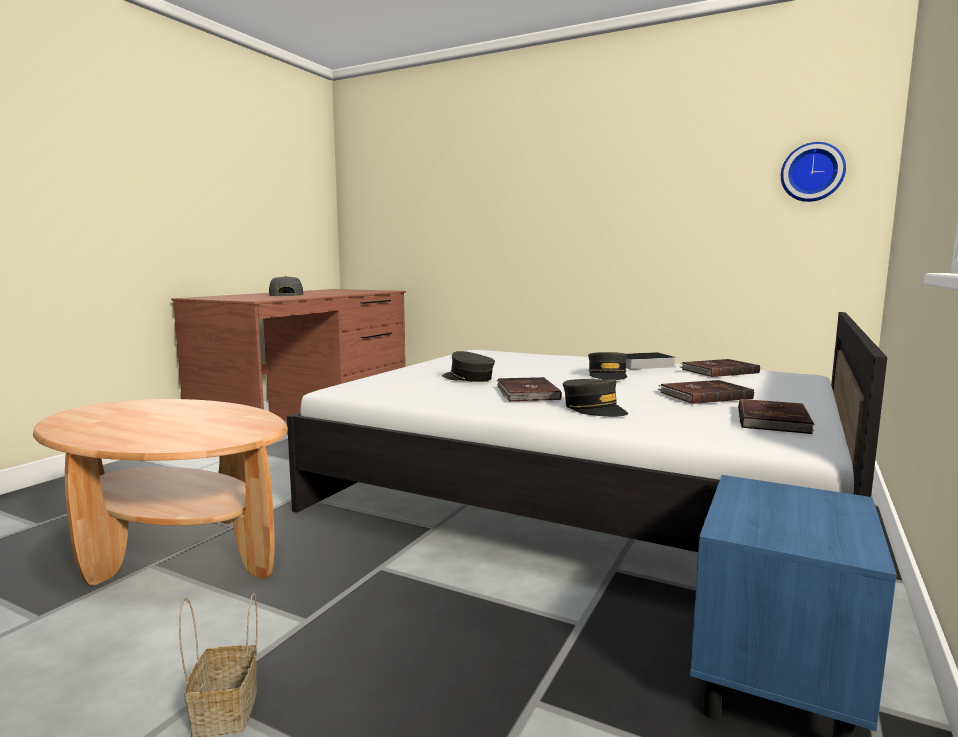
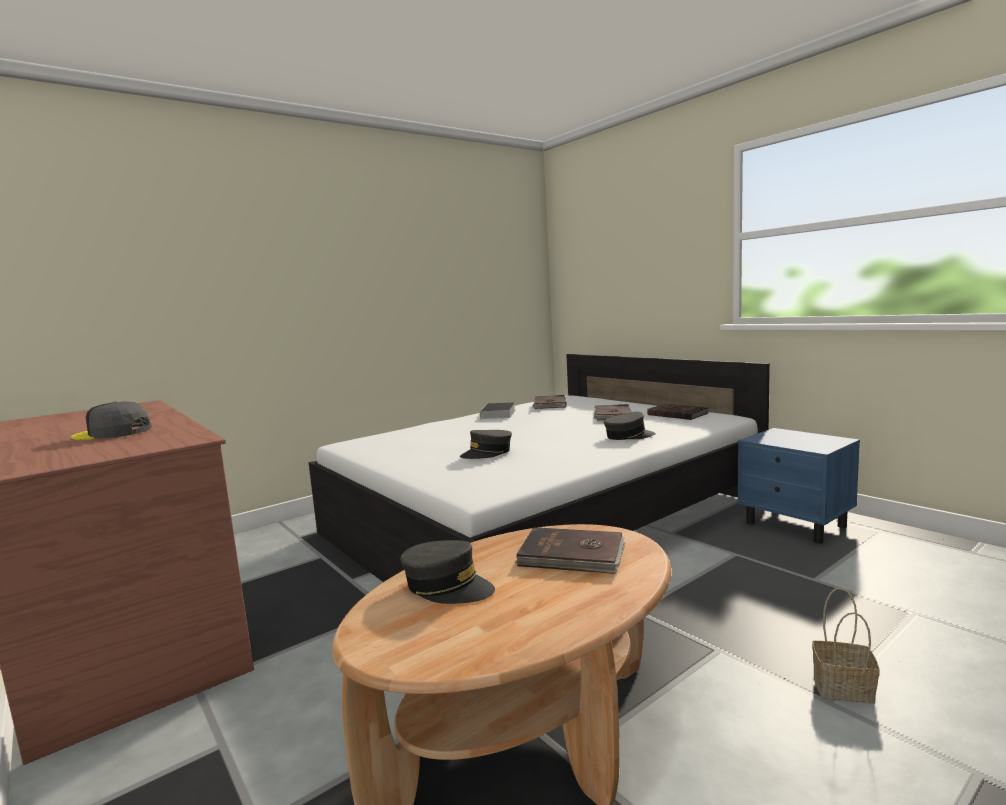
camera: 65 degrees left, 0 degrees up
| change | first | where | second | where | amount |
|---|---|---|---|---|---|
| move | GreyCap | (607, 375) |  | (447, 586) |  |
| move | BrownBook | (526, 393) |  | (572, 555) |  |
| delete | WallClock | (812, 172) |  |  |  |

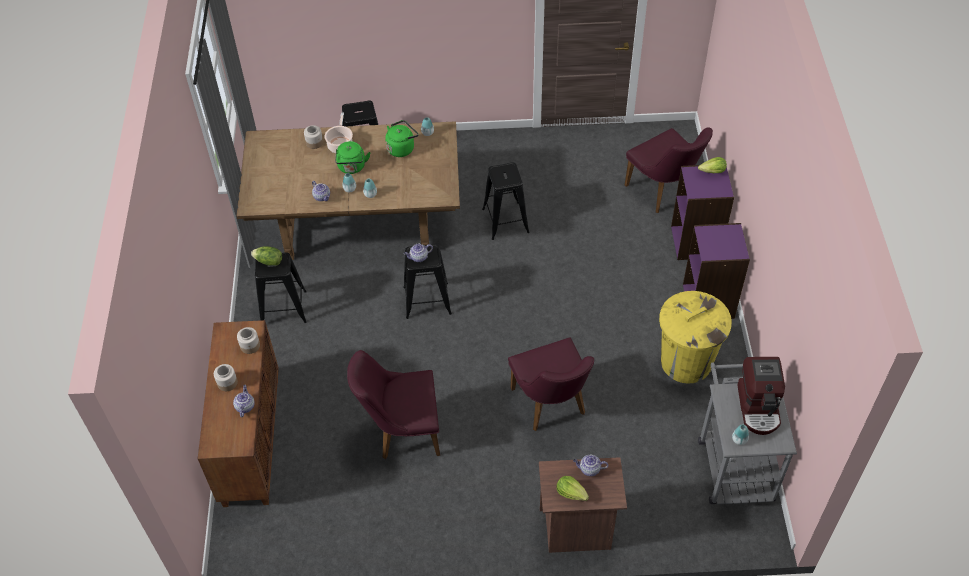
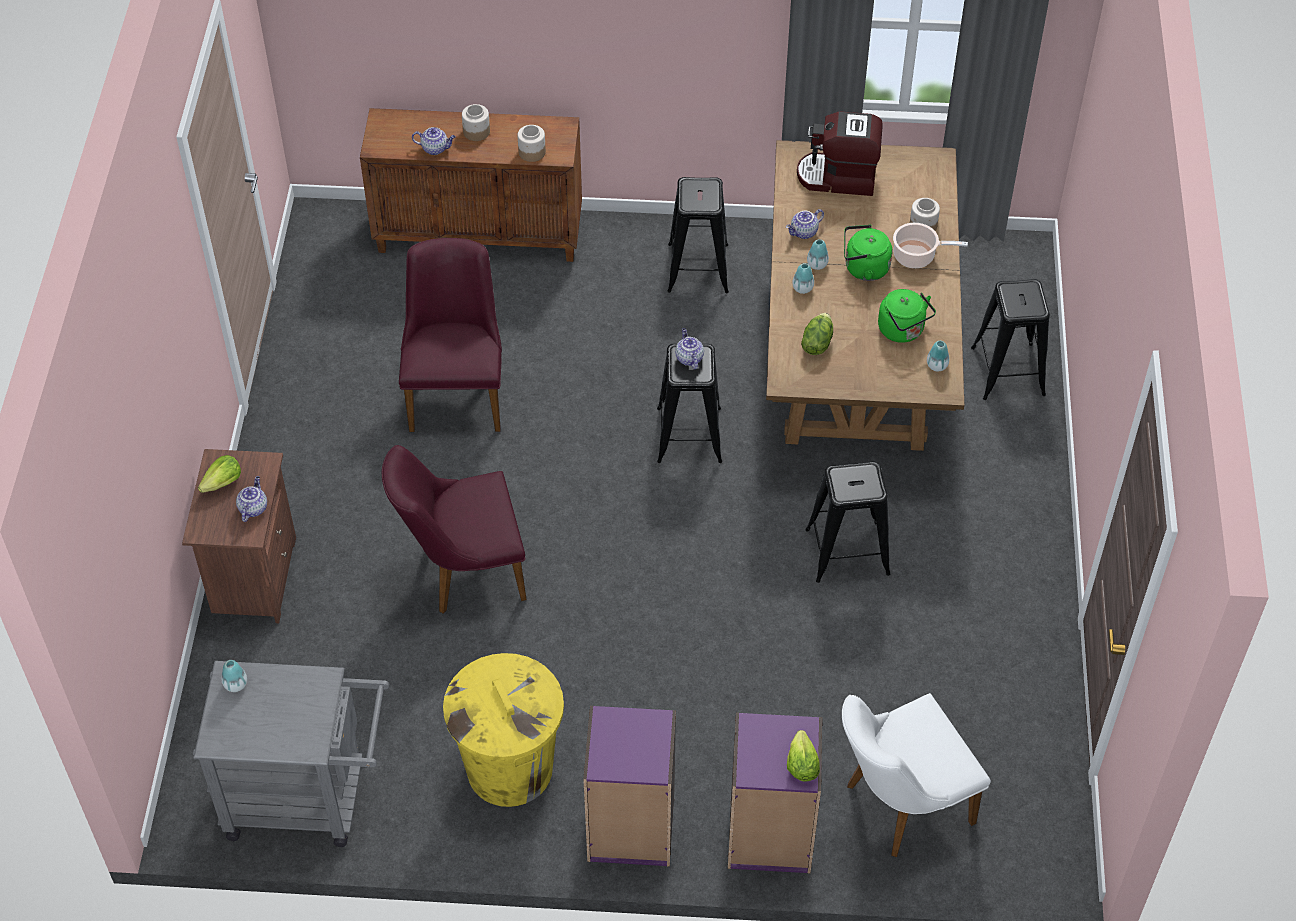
camera: 95 degrees right, 0 degrees up
| change | first | where | second | where | amount |
|---|---|---|---|---|---|
| move | CoffeeMachine | (759, 407) |  | (838, 178) |  |
| move | Lettuce | (269, 261) |  | (816, 343) |  |
| recolor | PurpleChair | (664, 192) | WhiteChair | (898, 806) |  |

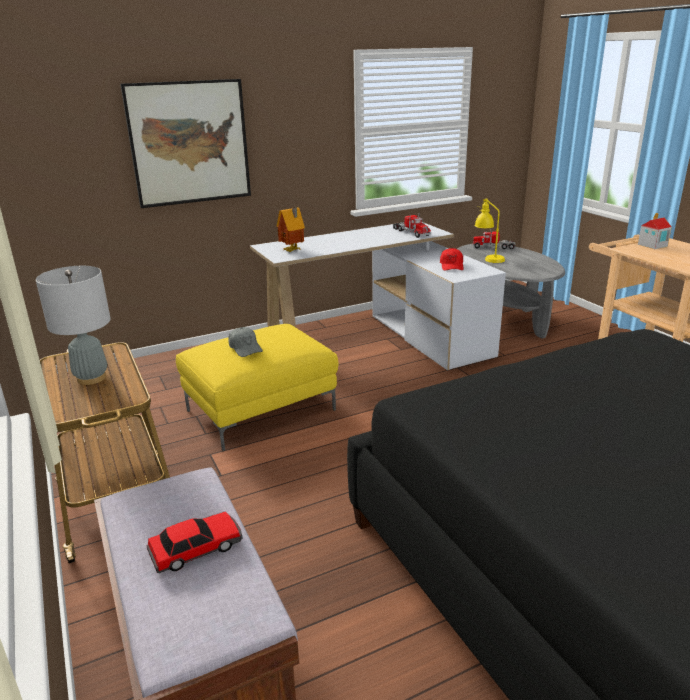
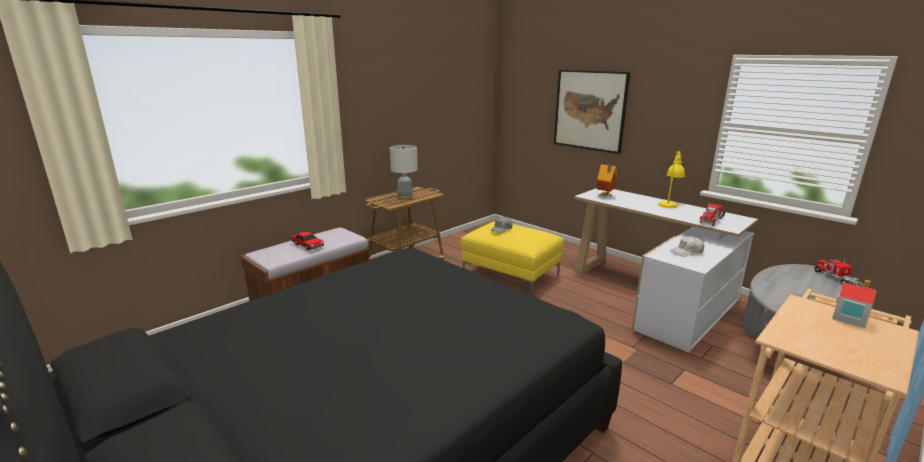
camera: 70 degrees right, 5 degrees down
| change | first | where | second | where | amount |
|---|---|---|---|---|---|
| move | YellowTableLamp | (488, 258) |  | (669, 203) |  |
| recolor | RedCap | (452, 266) | WhiteCap | (687, 252) |  |

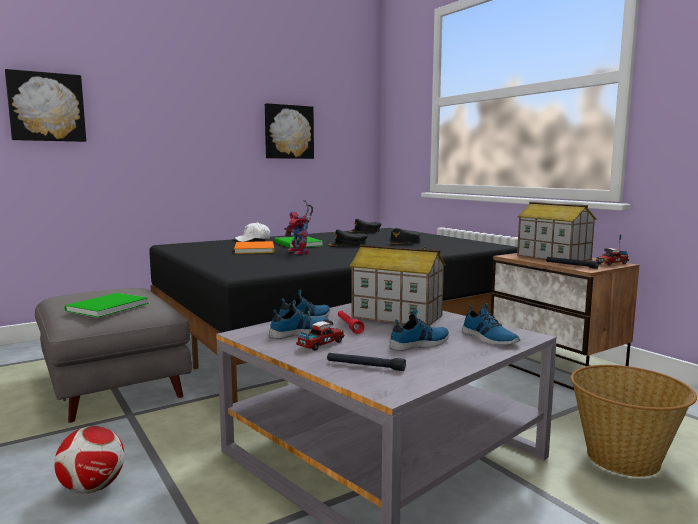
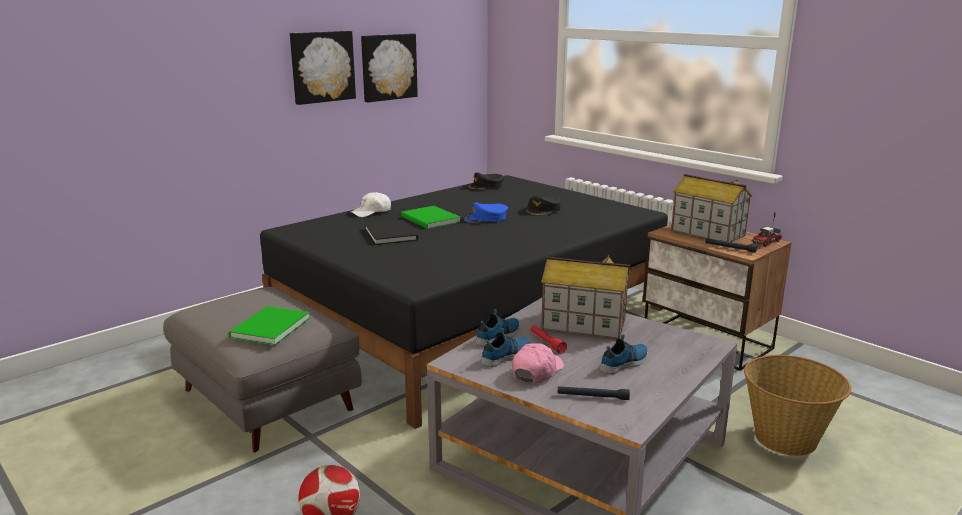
camera: 10 degrees left, 10 degrees up
| change | first | where | second | where | amount |
|---|---|---|---|---|---|
| move | Picture | (46, 107) |  | (322, 66) |  |
| recolor | OrangeBook | (256, 249) | BlackBook | (392, 233) |  |
| recolor | BlackCap | (347, 245) | BlueCap | (486, 218) |  |
| replace | ToyTruck | (321, 344) | PinkCap | (537, 371) |  |
| delete | ToyRobot | (301, 252) |  |  |  |
| delete | Shoe | (488, 338) |  |  |  |

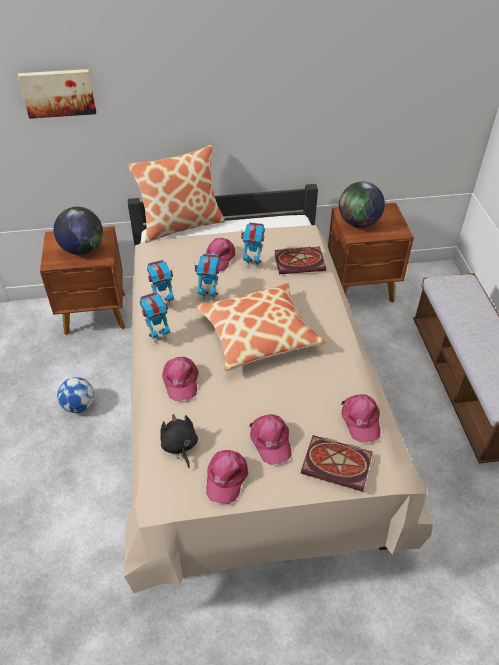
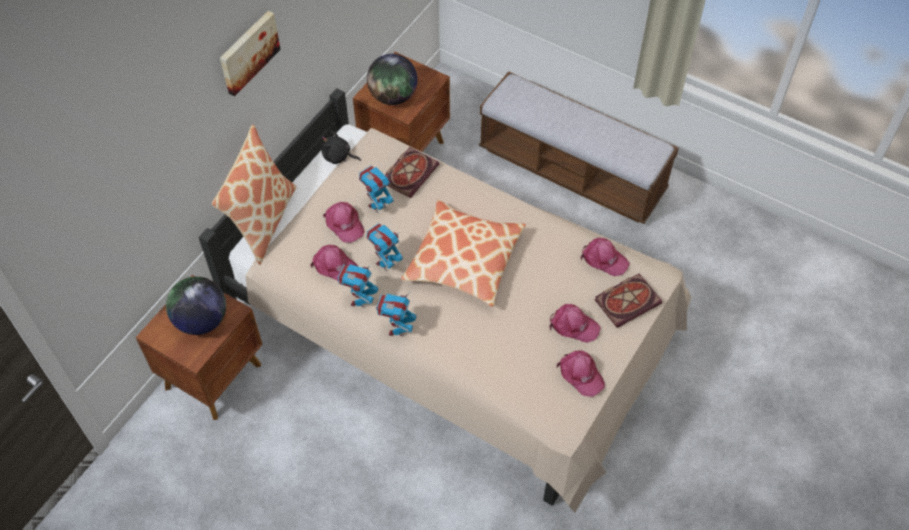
camera: 50 degrees left, 10 degrees up
| change | first | where | second | where | amount |
|---|---|---|---|---|---|
| move | Picture | (58, 92) |  | (248, 52) |  |
| move | PinkCap | (180, 381) |  | (334, 266) |  |
| move | BlackPlushToy | (179, 446) |  | (338, 157) |  |
| delete | Football | (79, 405) |  |  |  |

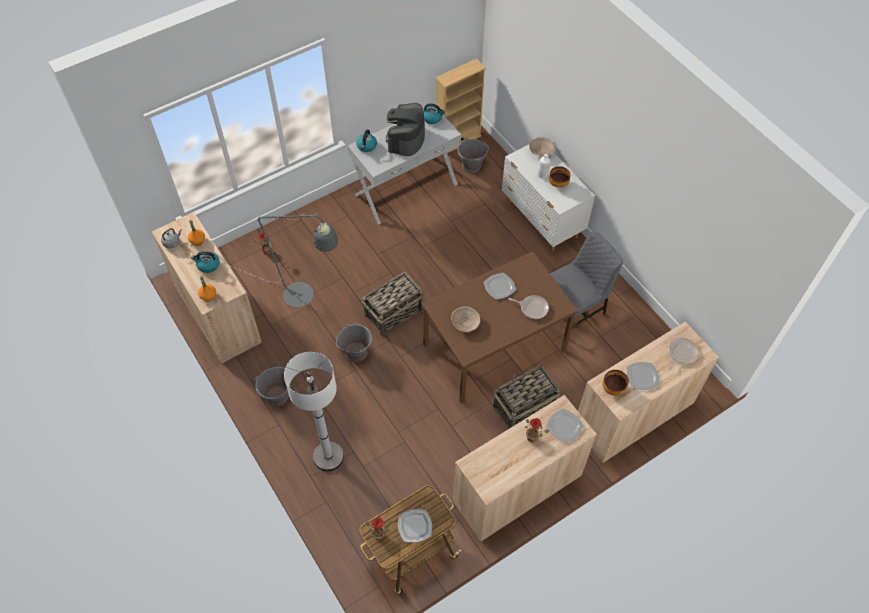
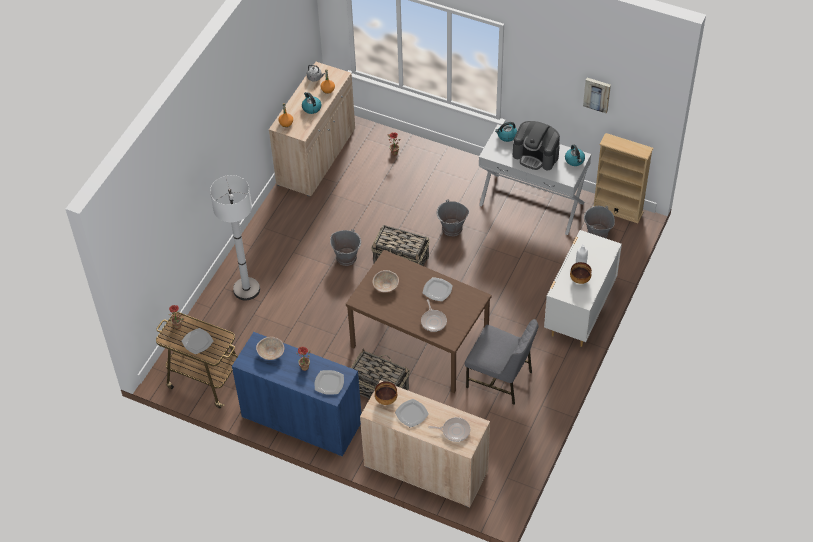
camera: 60 degrees right, 5 degrees down
| change | first | where | second | where | amount |
|---|---|---|---|---|---|
| recolor | BeigeCabinet | (517, 489) | BlueCabinet | (302, 419) |  |
| move | BeigeBowl | (541, 151) |  | (271, 352) |  |
| move | GreyBucket | (277, 396) |  | (452, 228) |  |
| rotate | CoffeeMachine | (405, 139) |  | (536, 155) | 135 degrees counterclockwise |
| insert |  |  | Picture | (597, 94) |  |
| delete | GreyFloorLamp | (305, 297) |  |  |  |

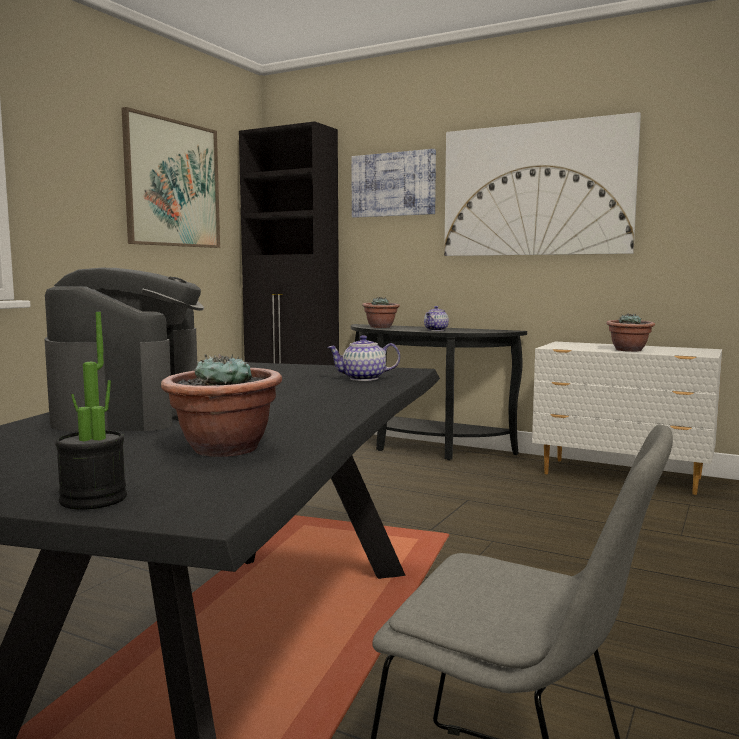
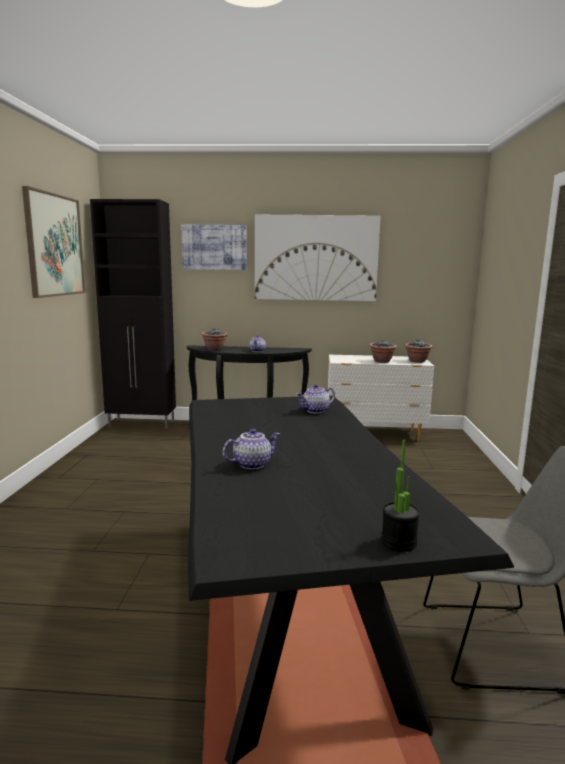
camera: 25 degrees left, 5 degrees up
| change | first | where | second | where | amount |
|---|---|---|---|---|---|
| replace | CoffeeMachine | (133, 412) | Teapot | (252, 464) |  |
| move | PottedPlant | (224, 449) |  | (417, 361) |  |

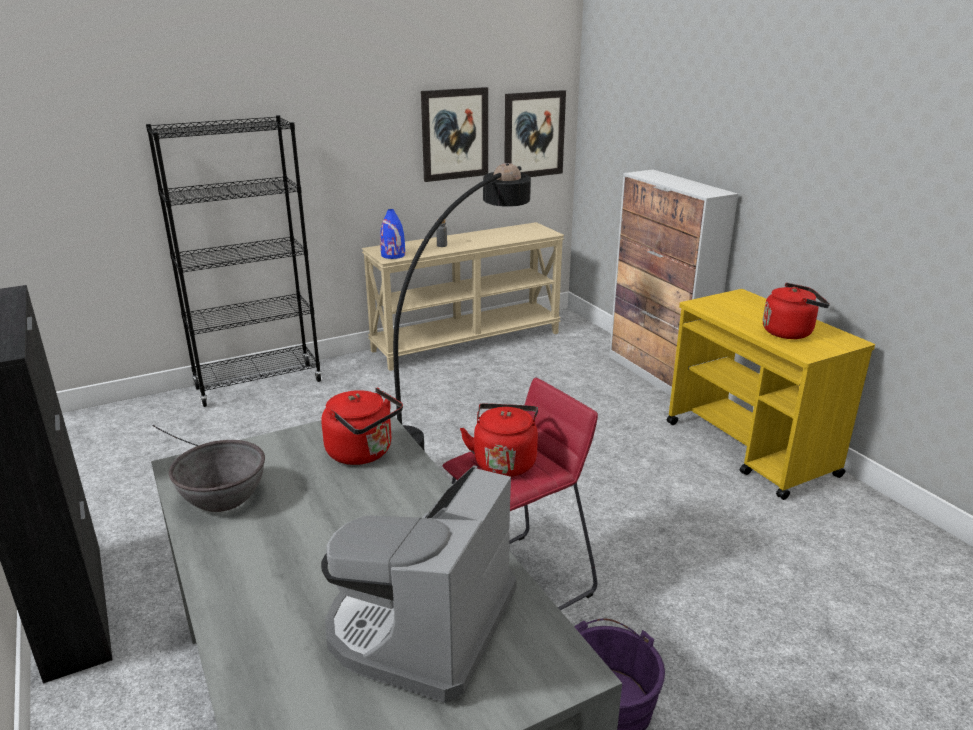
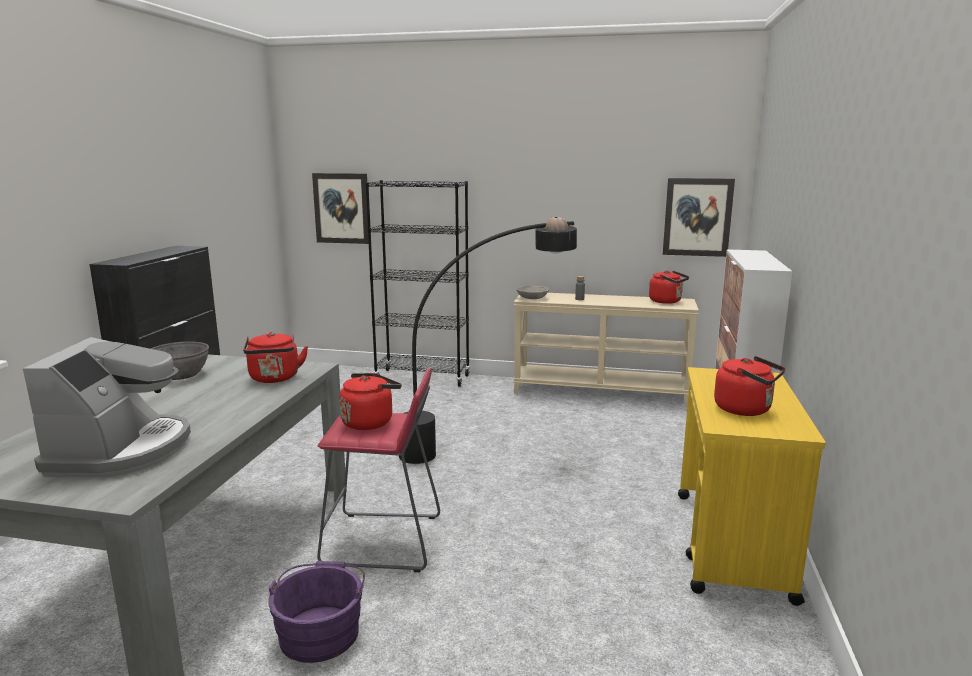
camera: 40 degrees right, 10 degrees down
| change | first | where | second | where | amount |
|---|---|---|---|---|---|
| rotate | CoffeeMachine | (421, 626) |  | (122, 451) | 120 degrees clockwise |
| move | Picture | (454, 134) |  | (342, 208) |  |
| replace | BlueVase | (393, 255) | GreyBowl | (532, 298) |  |
| insert |  |  | RedKettle | (667, 301) |  |

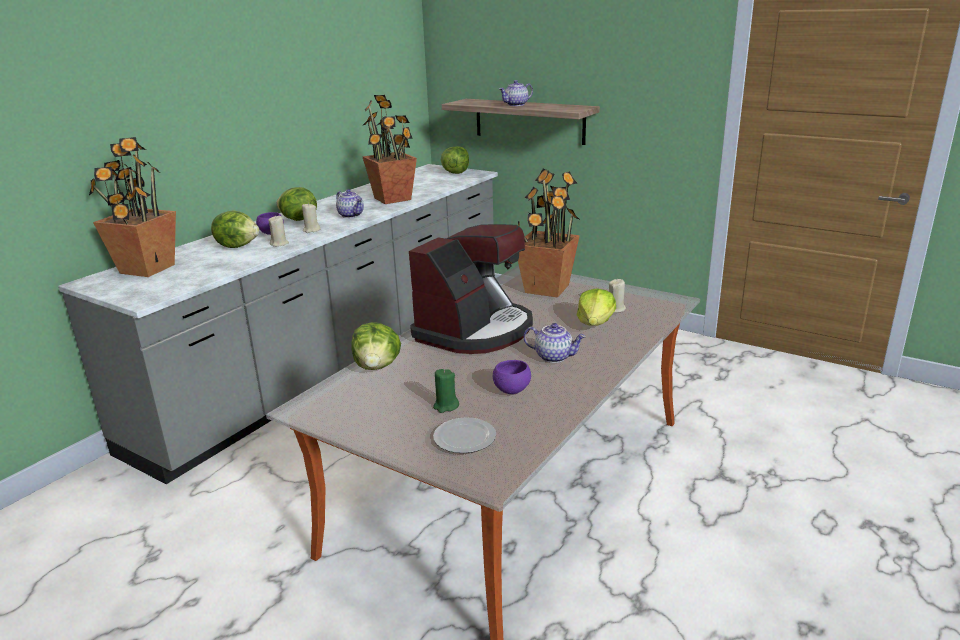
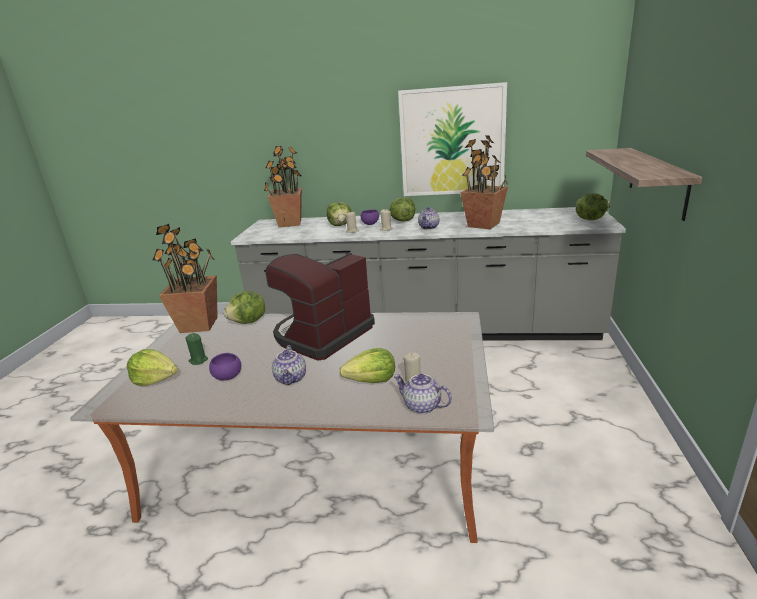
camera: 65 degrees right, 0 degrees up
| change | first | where | second | where | amount |
|---|---|---|---|---|---|
| replace | Plate | (463, 438) | Lettuce | (155, 379) |  |
| move | PottedPlant | (547, 288) |  | (199, 325) |  |
| rotate | CoffeeMachine | (475, 330) |  | (322, 335) | 120 degrees clockwise |
| move | Teapot | (516, 105) |  | (421, 406) |  |
| insert |  |  | Picture | (452, 142) |  |

